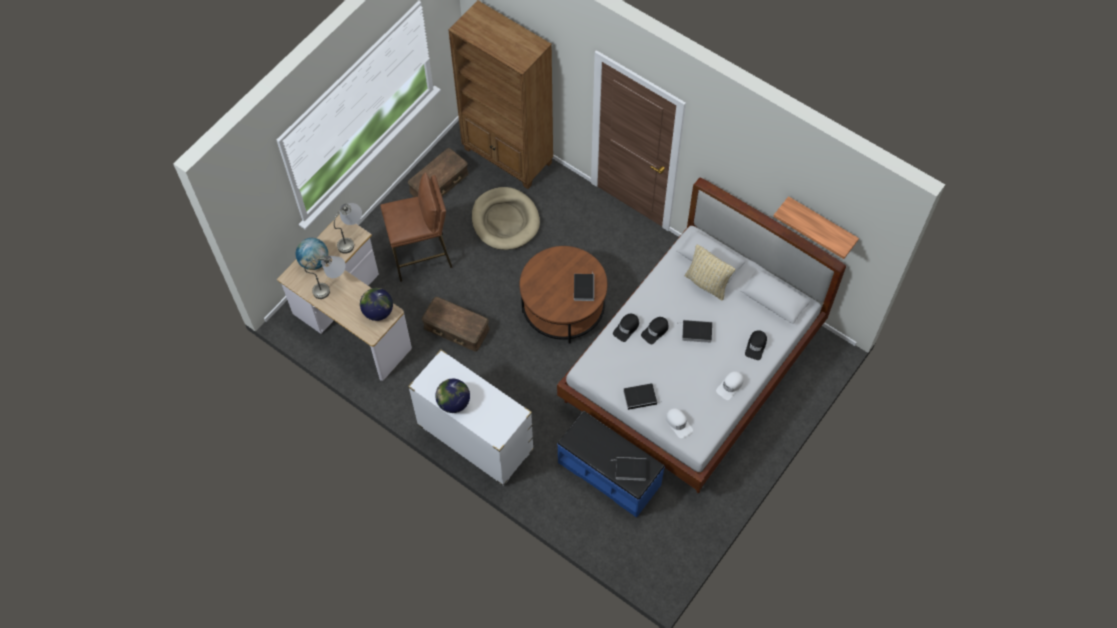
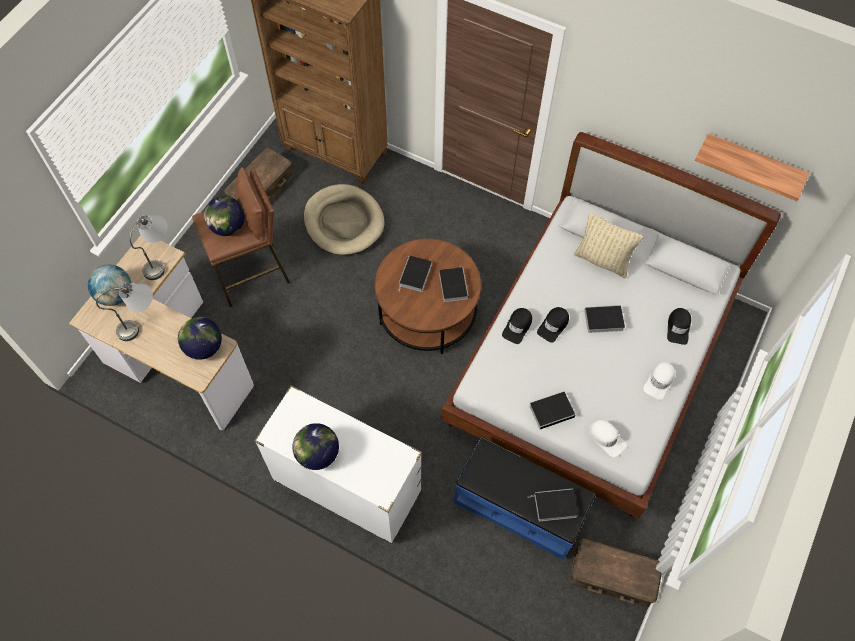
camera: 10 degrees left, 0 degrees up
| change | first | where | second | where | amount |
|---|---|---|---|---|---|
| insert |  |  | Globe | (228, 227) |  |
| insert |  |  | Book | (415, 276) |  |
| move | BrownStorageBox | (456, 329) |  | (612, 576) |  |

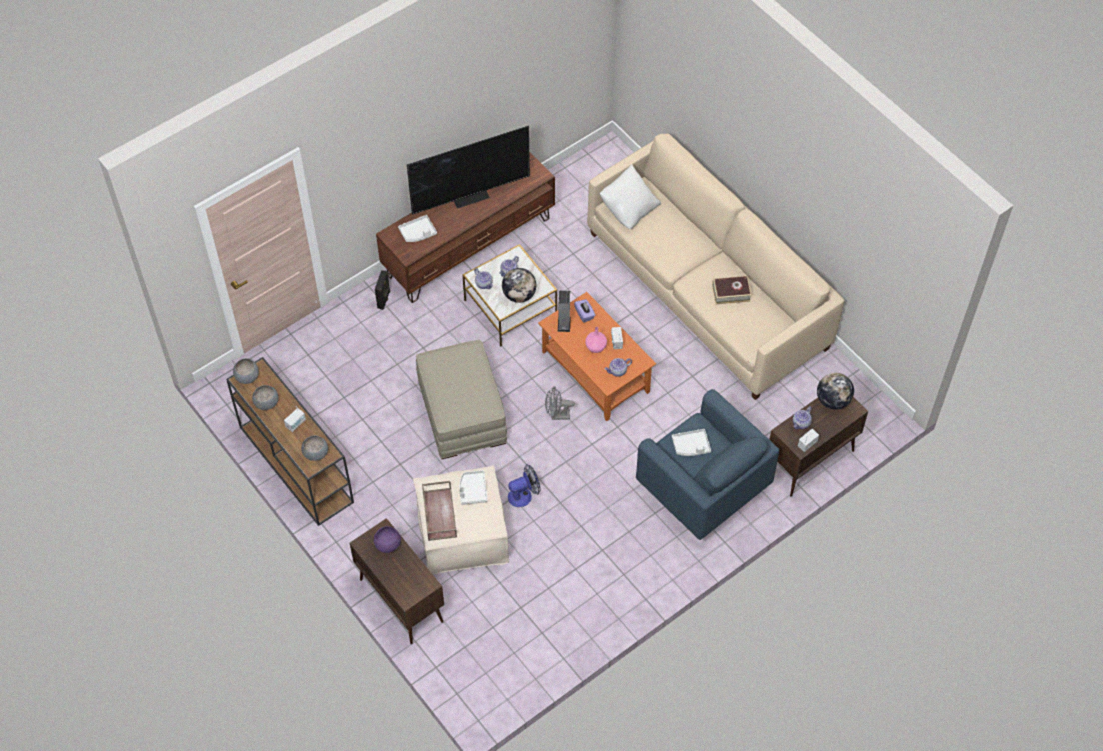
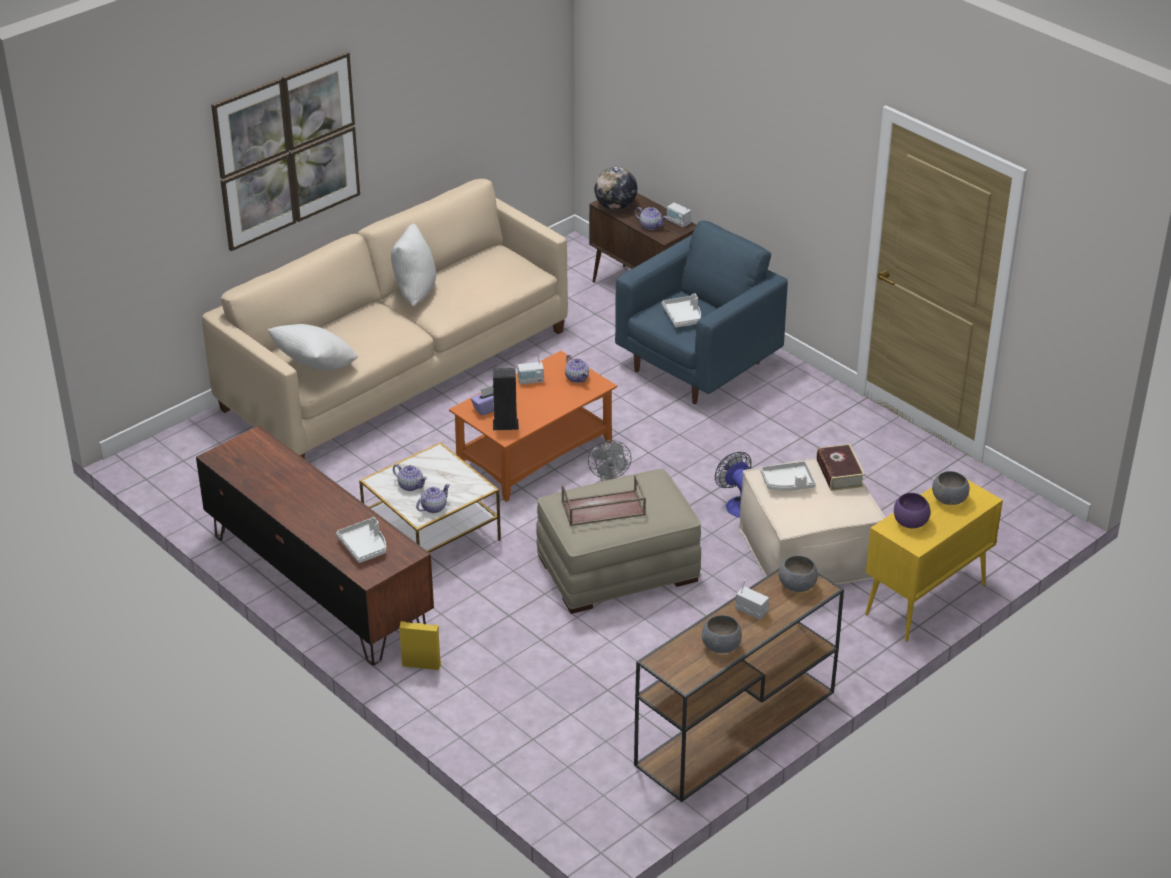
camera: 95 degrees left, 20 degrees down
| change | first | where | second | where | amount |
|---|---|---|---|---|---|
| insert |  |  | Picture | (287, 150) |  |
| insert |  |  | WhitePillow | (414, 294) |  |
| recolor | BlackSpeaker | (384, 299) | YellowSpeaker | (421, 664) |  |
| move | BrownTray | (439, 513) |  | (602, 509) |  |
| move | Book | (731, 293) |  | (839, 473) |  |
| recolor | BrownCabinet | (400, 600) | YellowCabinet | (925, 600) |  |
| move | GreyBowl | (247, 377) |  | (950, 499) |  |
| delete | Television | (470, 195) |  |  |  |
| delete | Globe | (519, 295) |  |  |  |
| delete | PinkVase | (595, 348) |  |  |  |

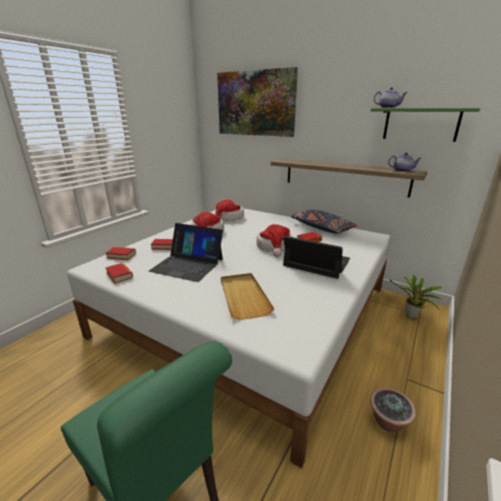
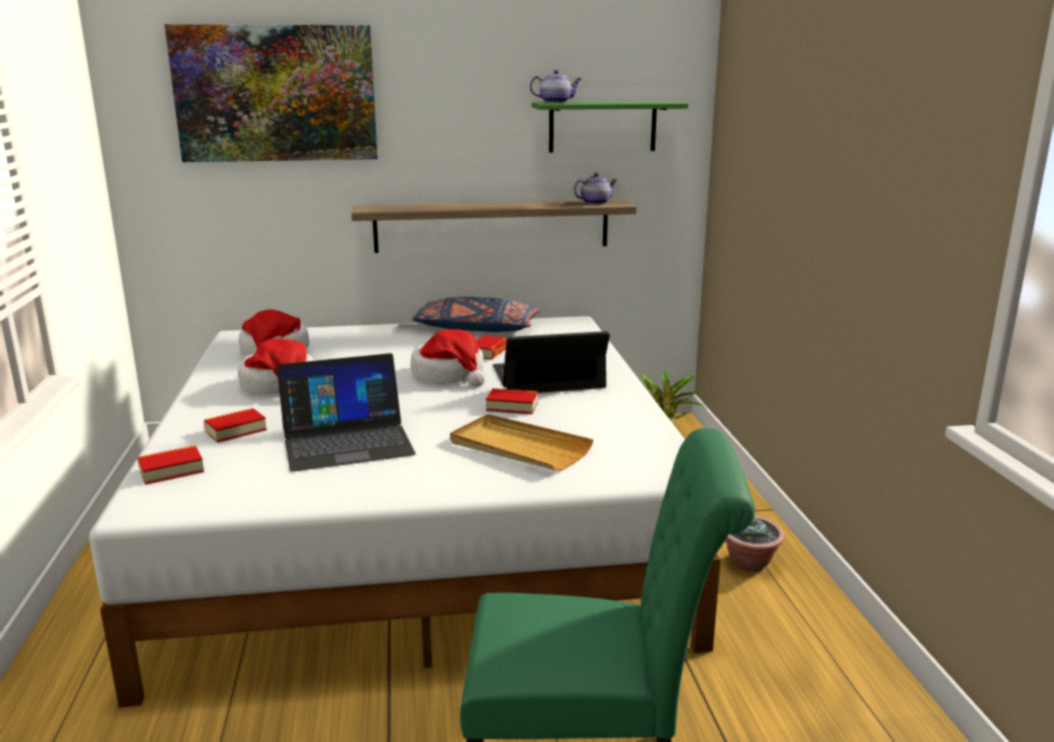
camera: 40 degrees left, 5 degrees down
| change | first | where | second | where | amount |
|---|---|---|---|---|---|
| move | Book | (119, 275) |  | (512, 406) |  |

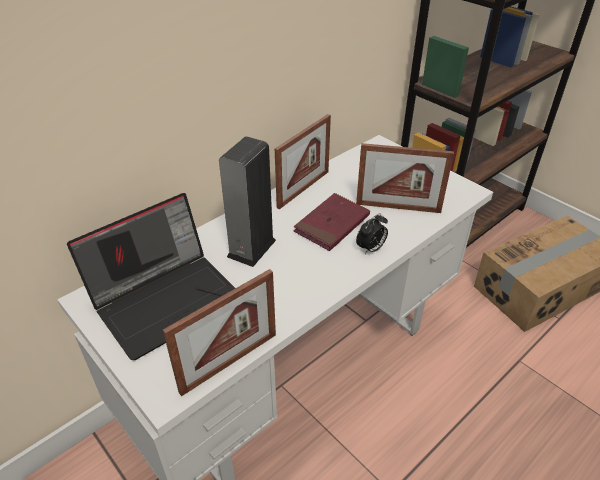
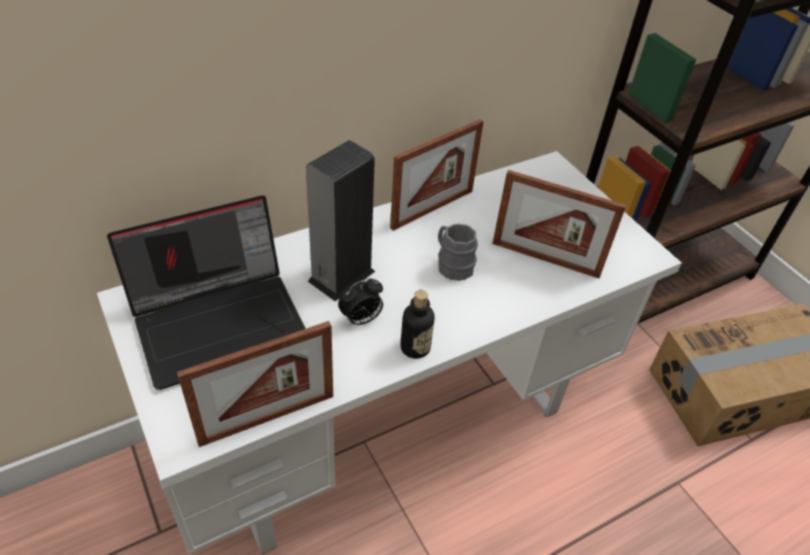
camera: 10 degrees right, 5 degrees up
| change | first | where | second | where | amount |
|---|---|---|---|---|---|
| move | AlarmClock | (371, 249) |  | (361, 319) |  |
| insert |  |  | Bottle | (415, 347) |  |
| replace | RedBook | (332, 224) | GreyMug | (452, 265) |  |

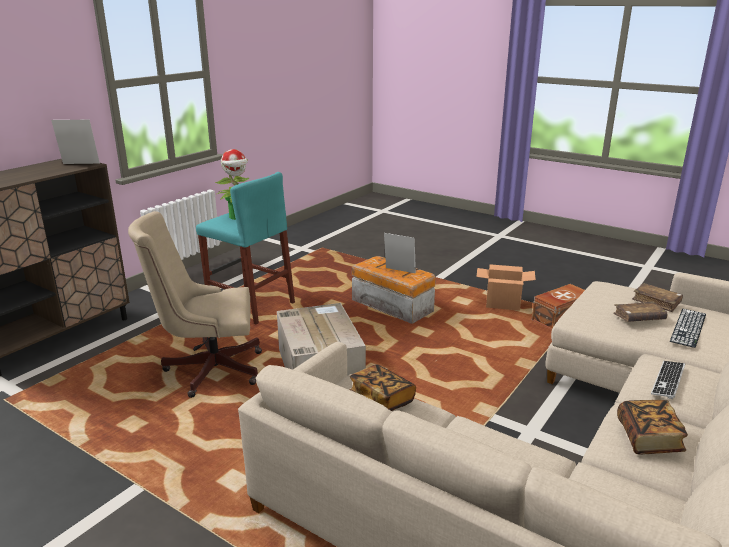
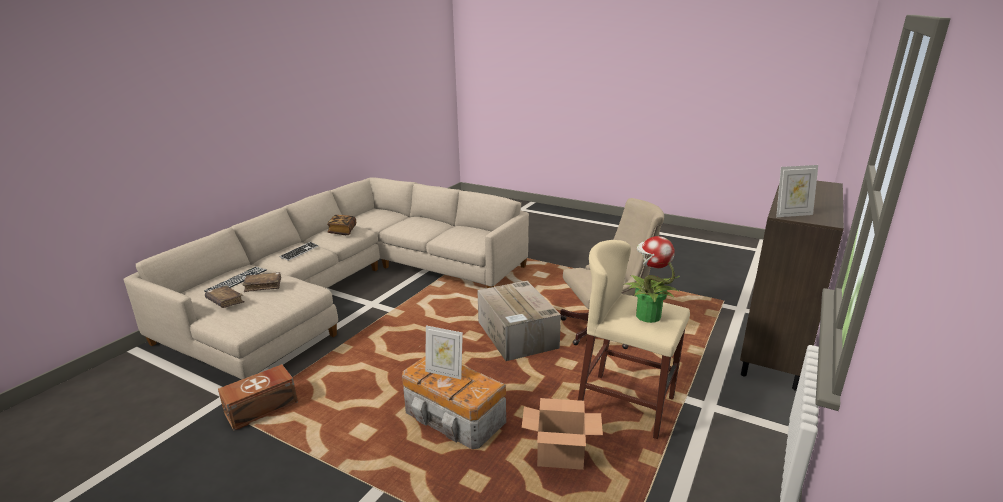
camera: 175 degrees right, 0 degrees up
| change | first | where | second | where | amount |
|---|---|---|---|---|---|
| move | CardboardBox | (502, 304) |  | (561, 456) |  |
| recolor | TurquoiseStool | (251, 305) | BeigeStool | (626, 405) |  |
| delete | Book | (381, 400) |  |  |  |

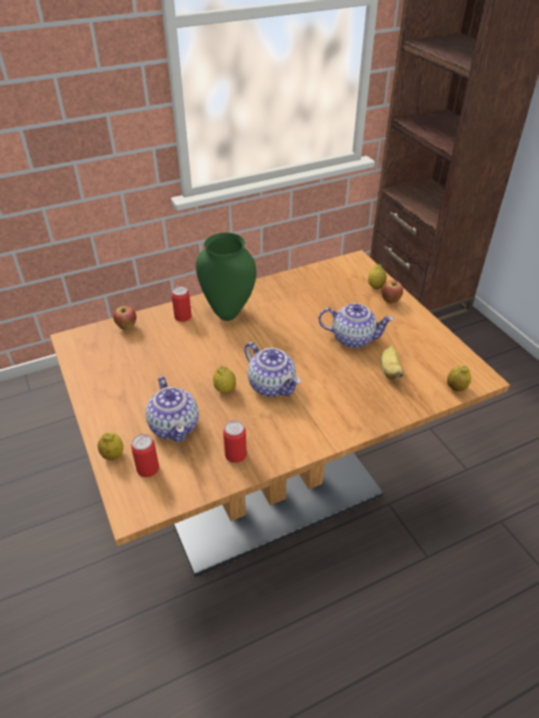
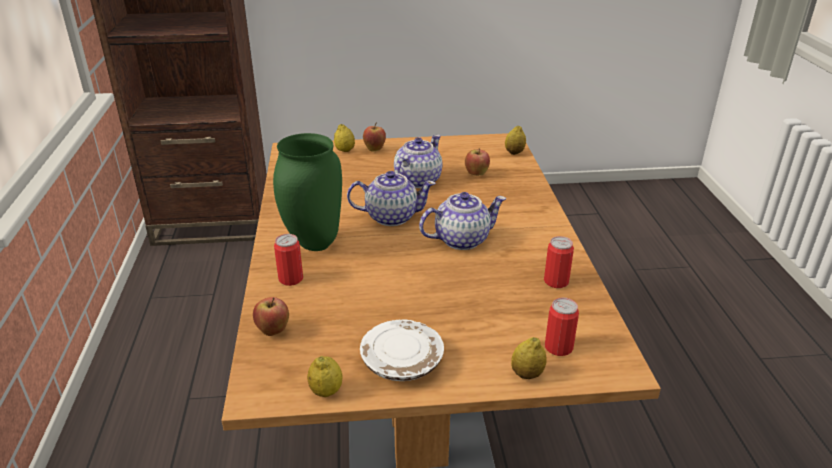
camera: 70 degrees left, 10 degrees down
| change | first | where | second | where | amount |
|---|---|---|---|---|---|
| move | Lemon | (225, 389) |  | (326, 391) |  |
| move | Teapot | (174, 426) |  | (391, 217) |  |
| insert |  |  | WhitePlate | (402, 361) |  |
| replace | Banana | (390, 371) | Apple | (476, 174) |  |

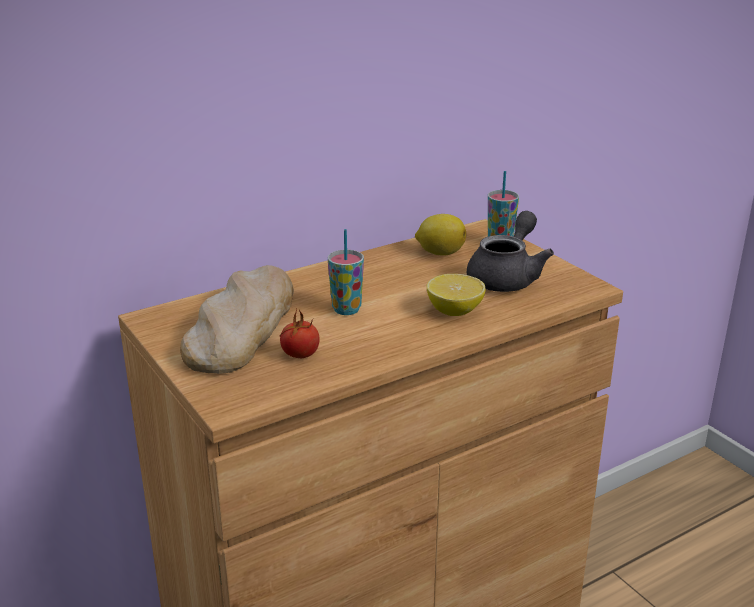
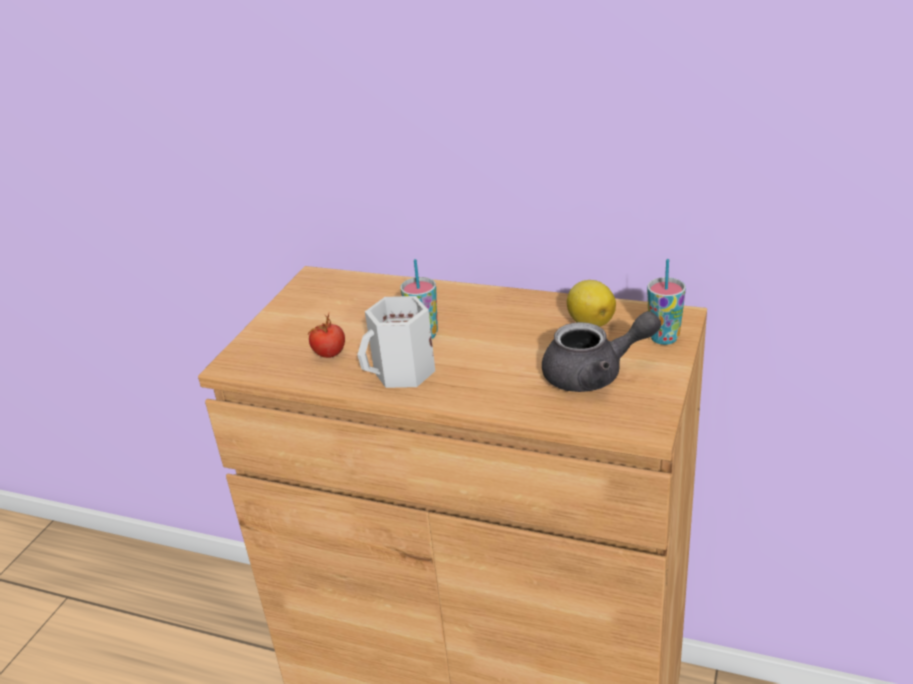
camera: 55 degrees right, 5 degrees up
| change | first | where | second | where | amount |
|---|---|---|---|---|---|
| insert |  |  | WhiteMug | (402, 373) |  |
| delete | Bread | (242, 326) |  |  |  |
| delete | Lemon | (454, 311) |  |  |  |

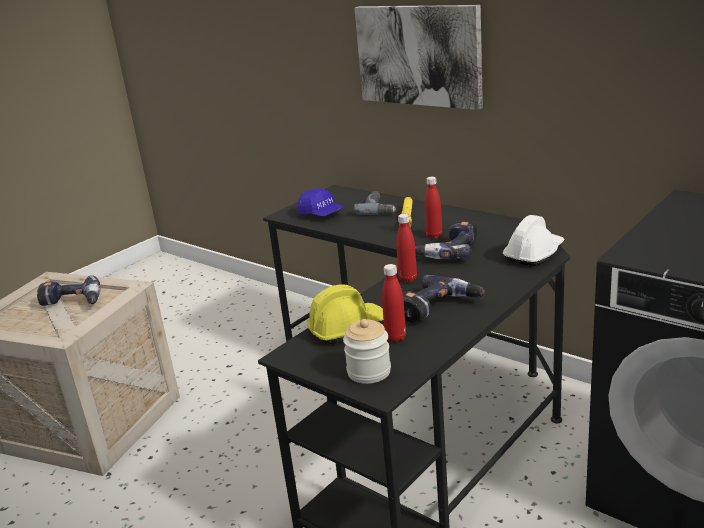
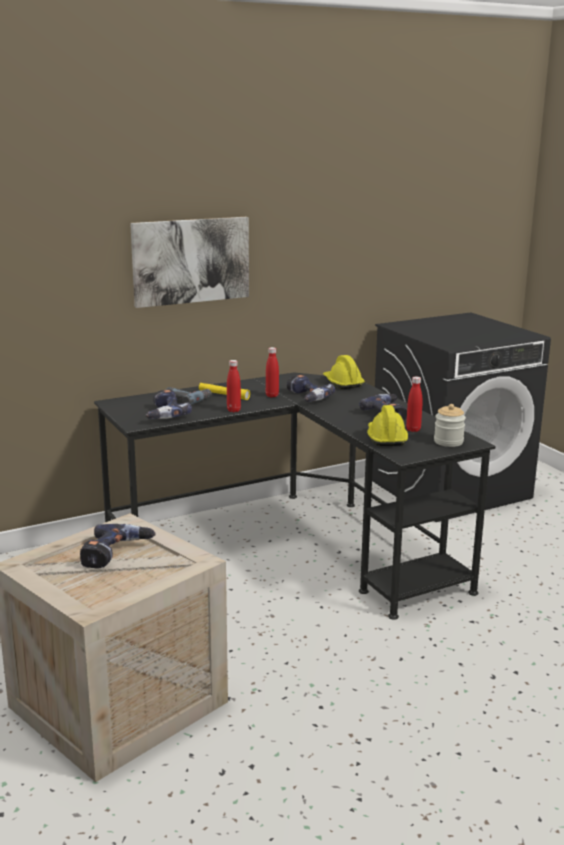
camera: 70 degrees left, 5 degrees down
| change | first | where | second | where | amount |
|---|---|---|---|---|---|
| replace | BlueCap | (321, 214) | PowerDrill | (163, 414) |  |
| move | RedBottle | (408, 279) |  | (233, 410) |  |
| recolor | WhiteHardHat | (534, 254) | YellowHardHat | (342, 383) |  |

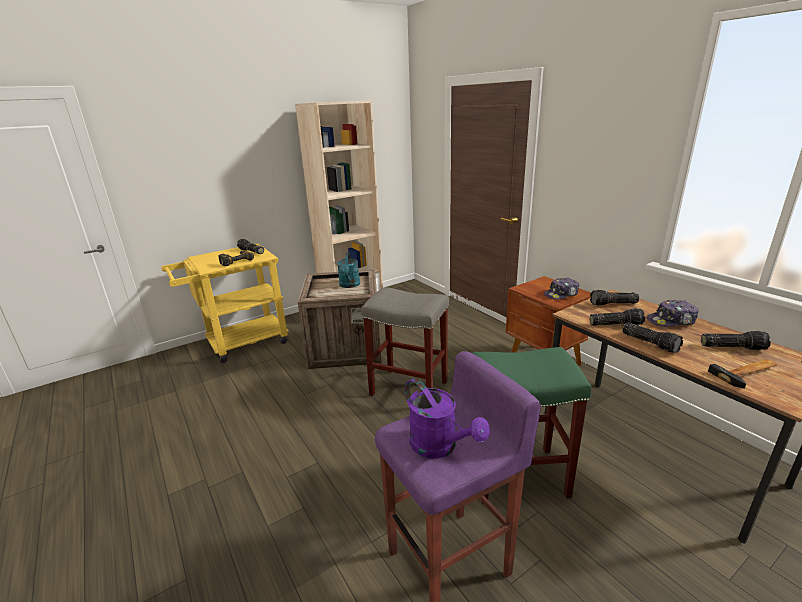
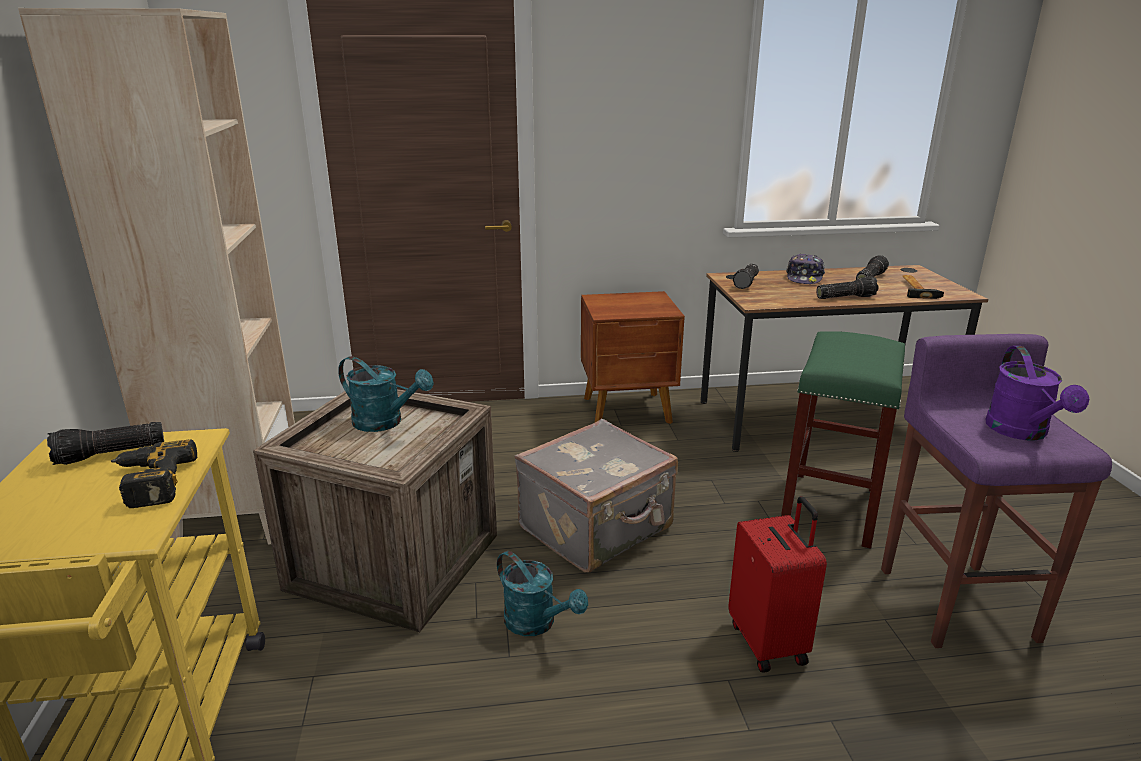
camera: 65 degrees left, 0 degrees up
| change | first | where | second | where | amount |
|---|---|---|---|---|---|
| insert |  |  | TurquoiseWateringCan | (537, 623) |  |
| replace | GreyStool | (410, 388) | GreySuitcase | (597, 529) |  |
| insert |  |  | RedSuitcase | (769, 642) |  |
| rotate | PurpleWateringCan | (439, 447) |  | (1022, 432) | 105 degrees clockwise |
| delete | Cap | (561, 294) |  |  |  |
| delete | Flashlight | (615, 324) |  |  |  |

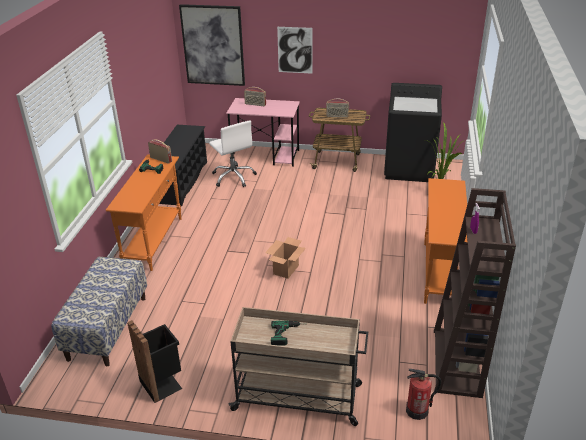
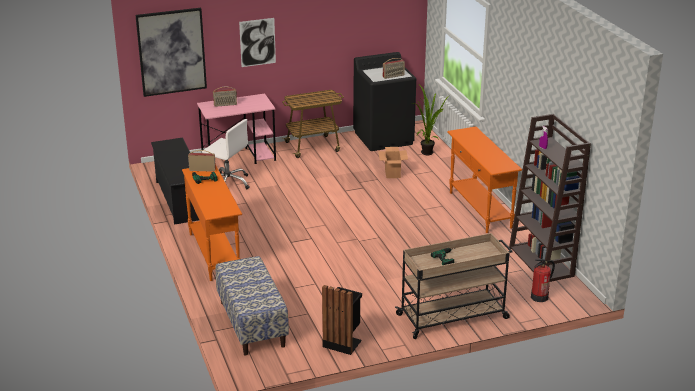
camera: 30 degrees left, 5 degrees down
| change | first | where | second | where | amount |
|---|---|---|---|---|---|
| move | CardboardBox | (286, 270) |  | (392, 173) |  |
| move | Radio | (337, 116) |  | (393, 76) |  |

